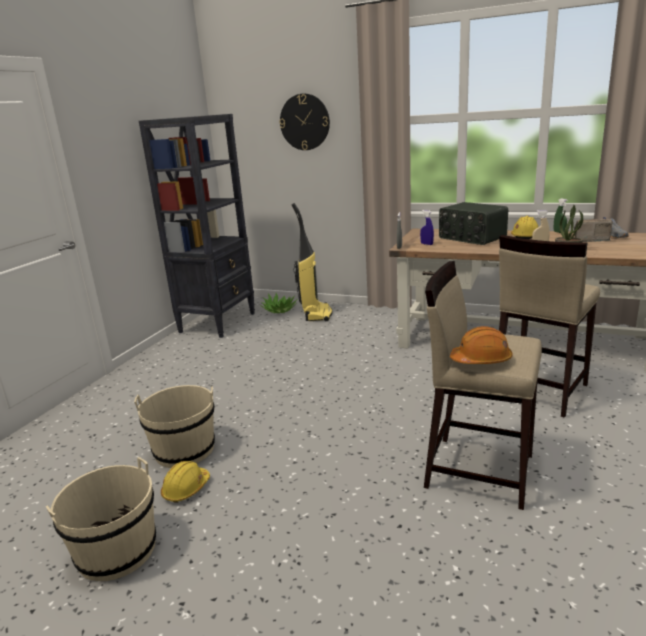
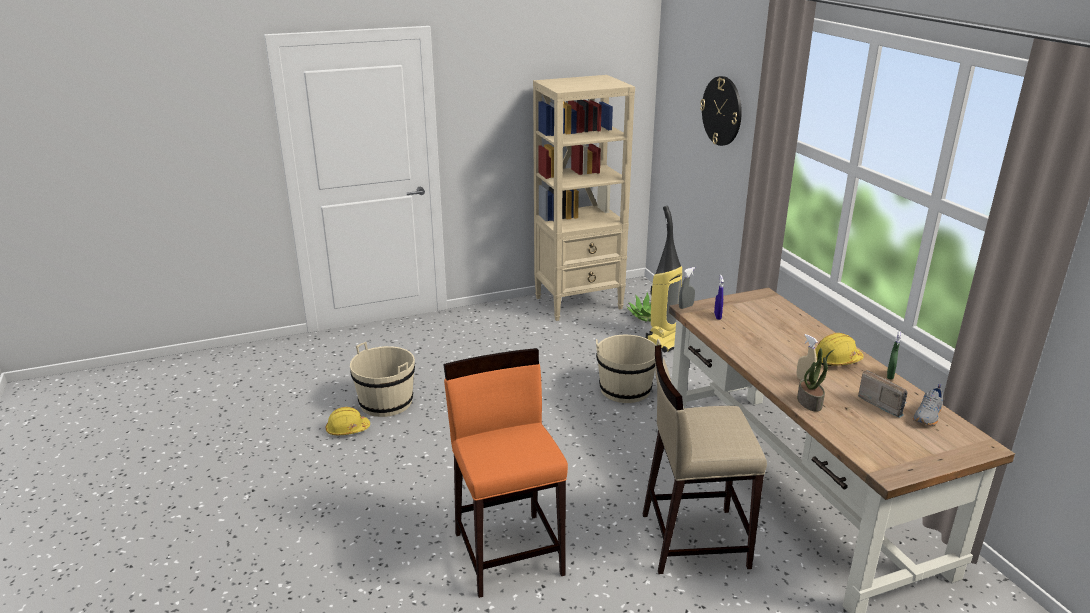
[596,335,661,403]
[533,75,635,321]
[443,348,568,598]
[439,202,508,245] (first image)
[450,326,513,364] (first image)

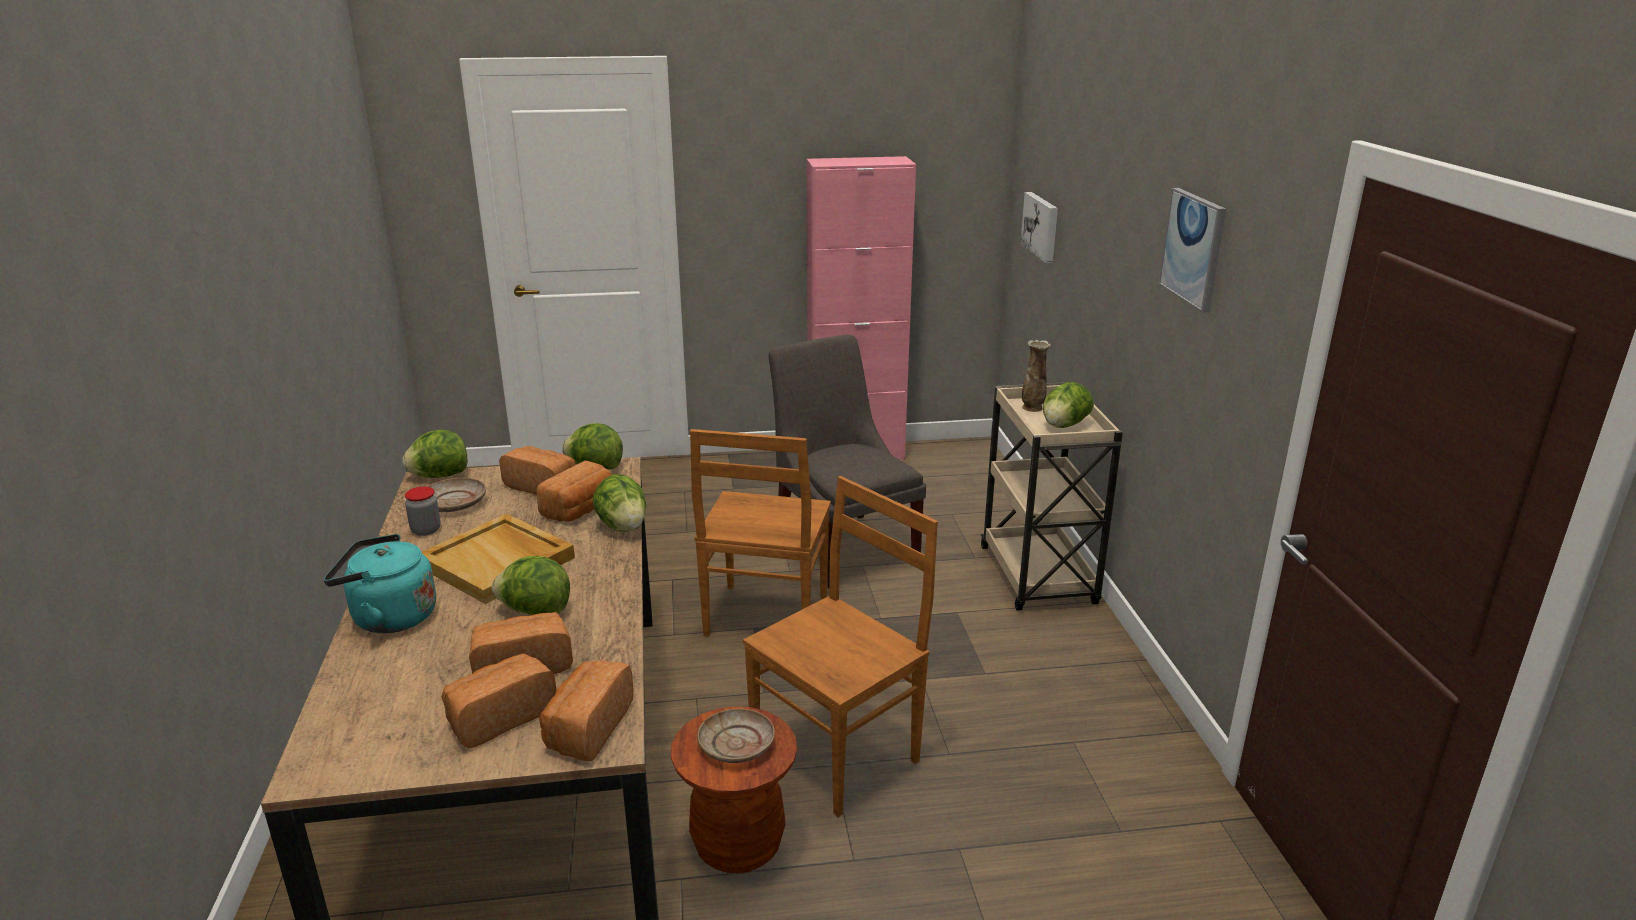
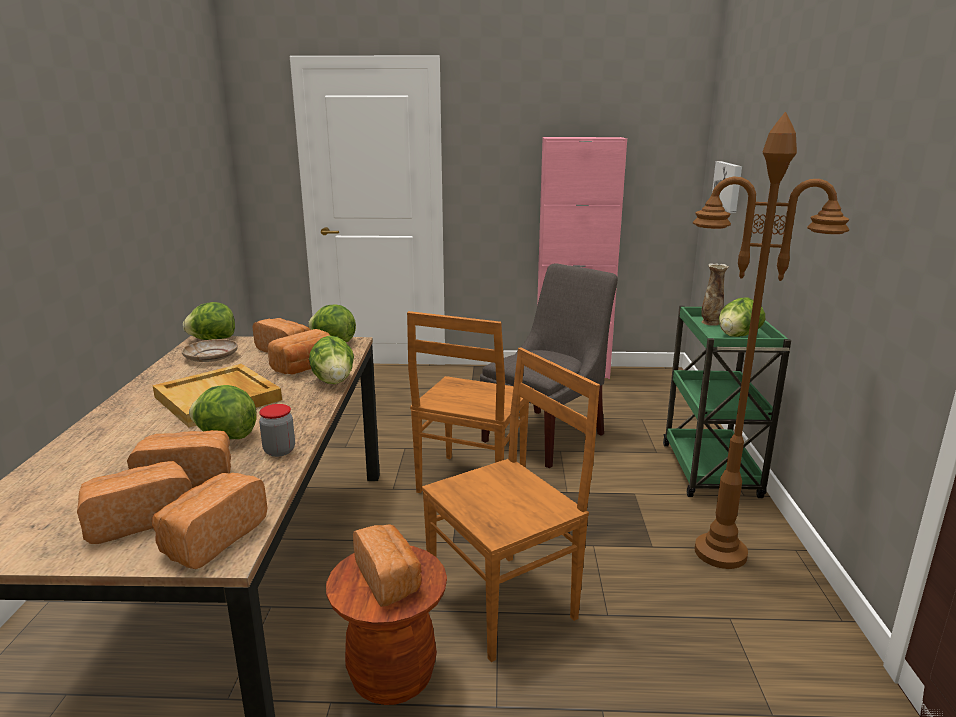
[324,534,436,633] (first image)
[259,404,295,457]
[353,524,421,607]
[480,263,618,468]
[663,306,791,498]
[1159,188,1226,312] (first image)
[693,112,849,569]

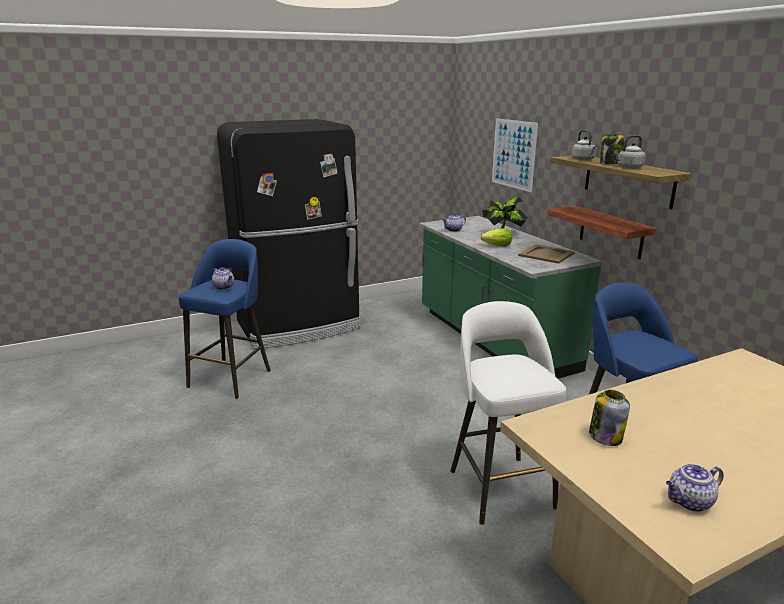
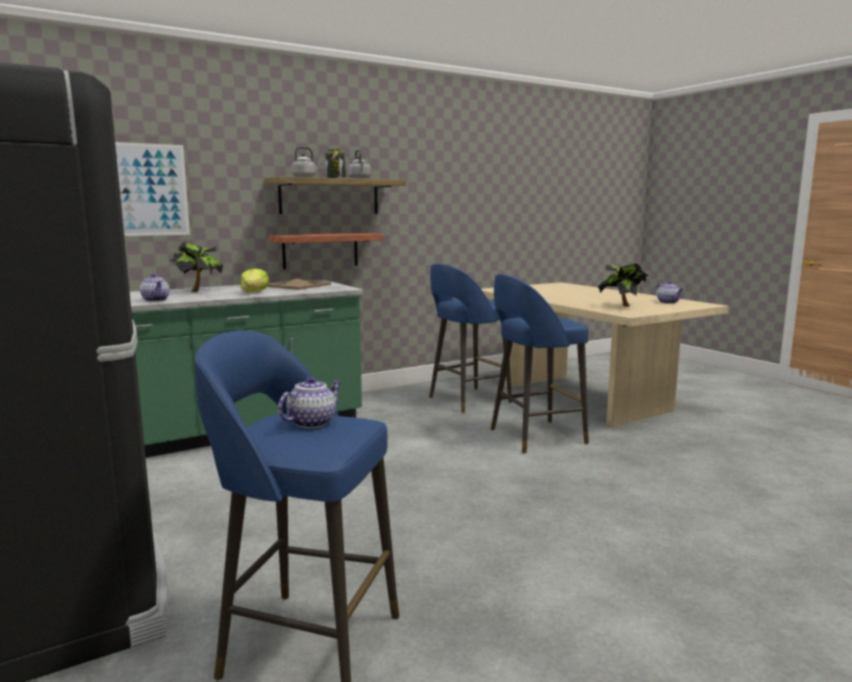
[491,274,589,454]
[598,263,649,307]

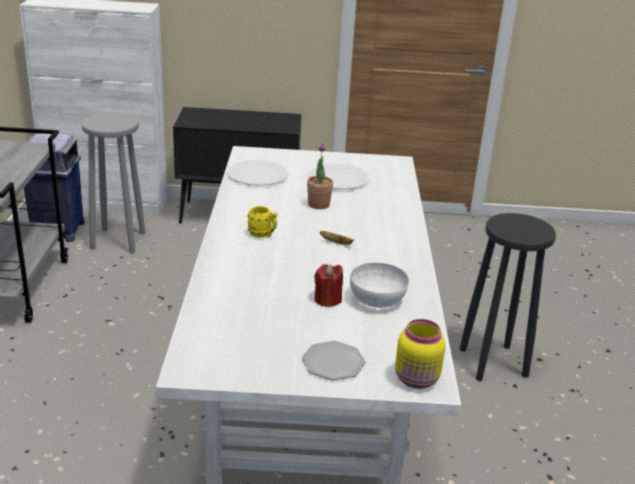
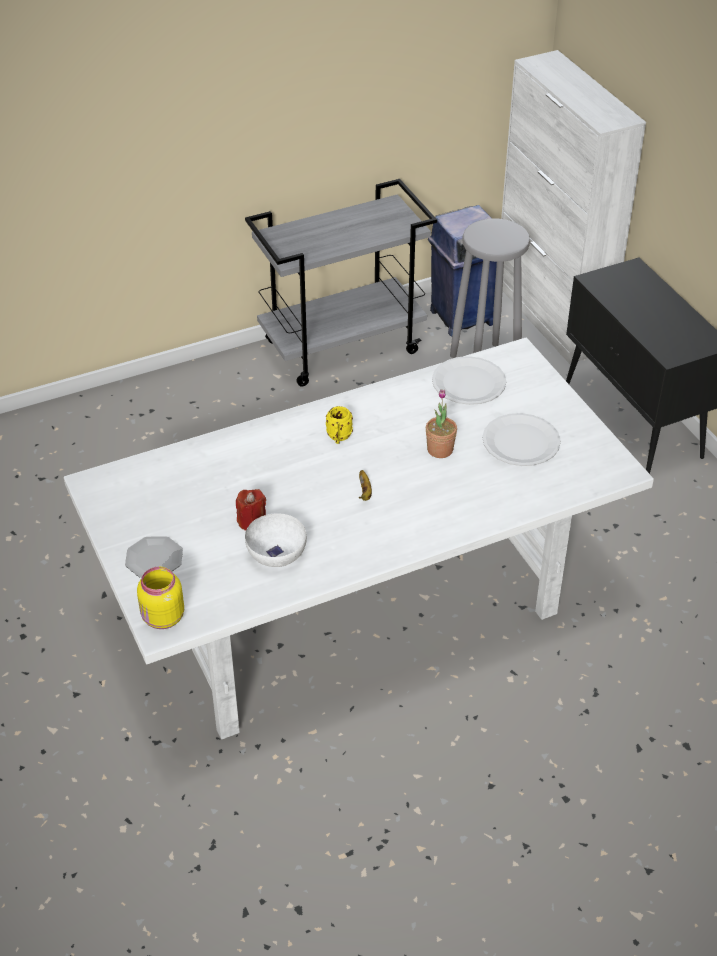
[460,213,556,381] (first image)

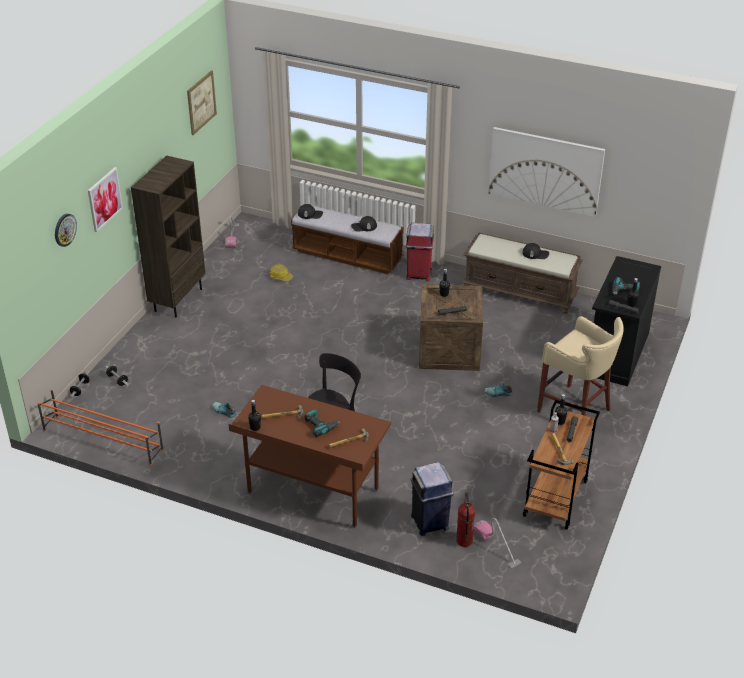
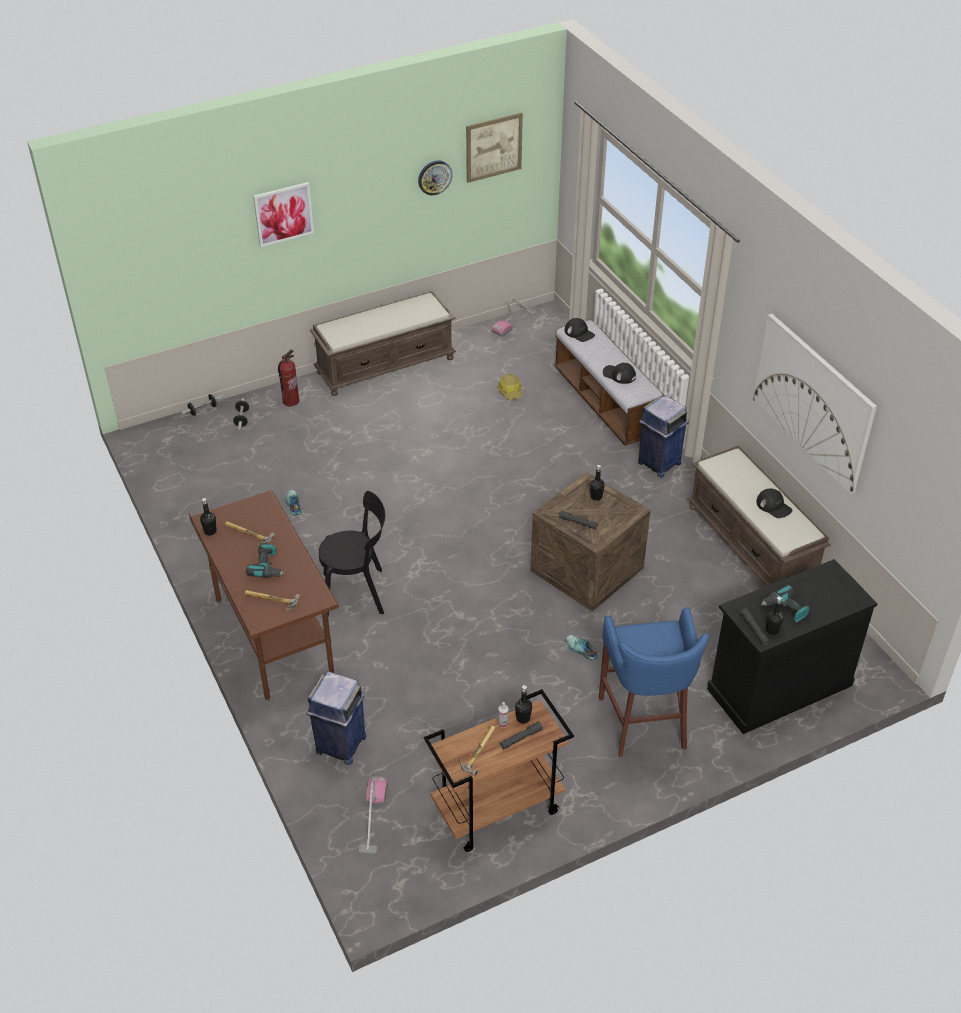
[37,389,164,466] (first image)
[418,160,453,195]
[310,291,456,396]
[638,395,689,478]
[278,349,299,407]
[599,608,709,757]

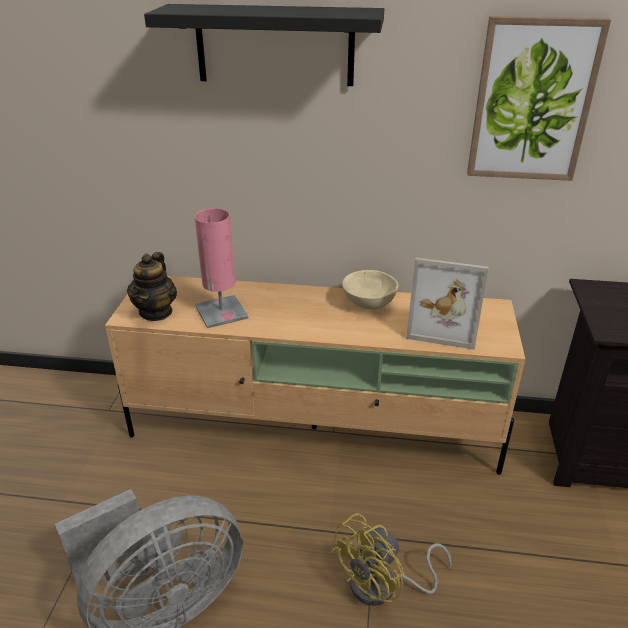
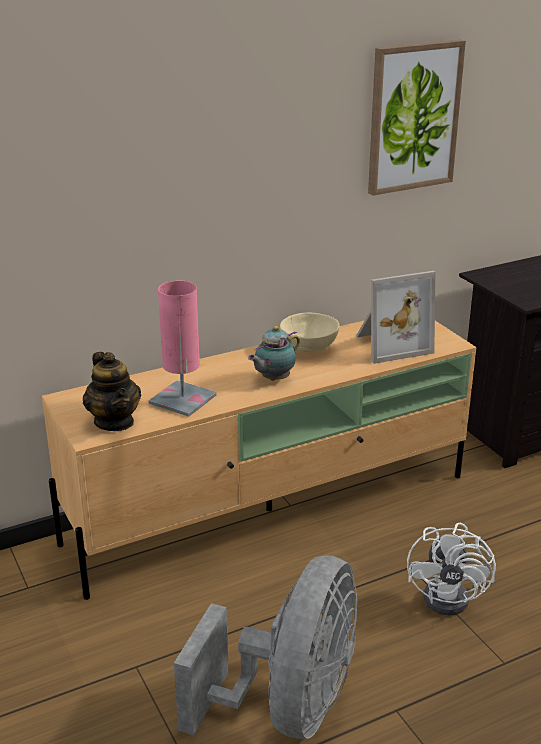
[144,4,384,86] (first image)
[407,523,496,615]
[248,326,300,381]

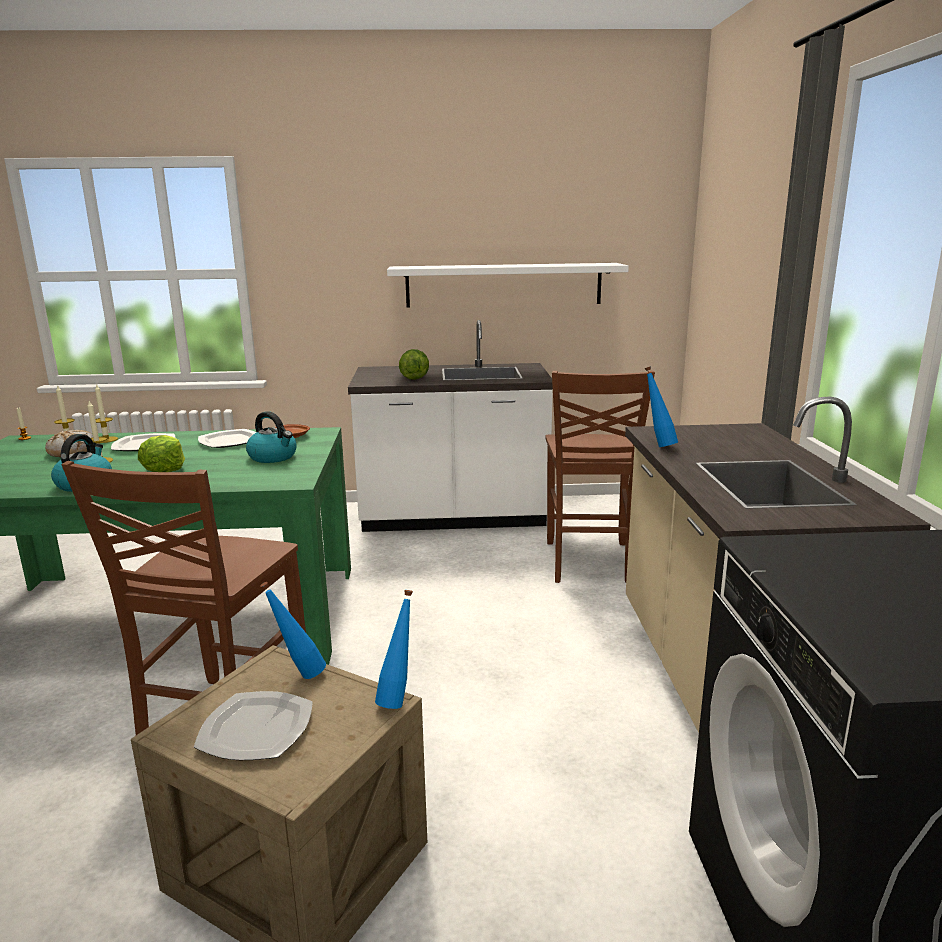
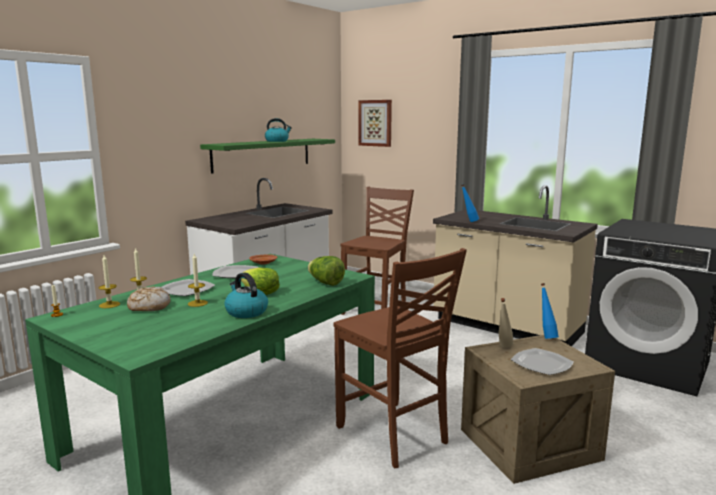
[265,118,292,142]
[499,298,513,348]
[200,139,335,174]
[308,256,345,286]
[340,186,414,315]
[358,100,392,147]

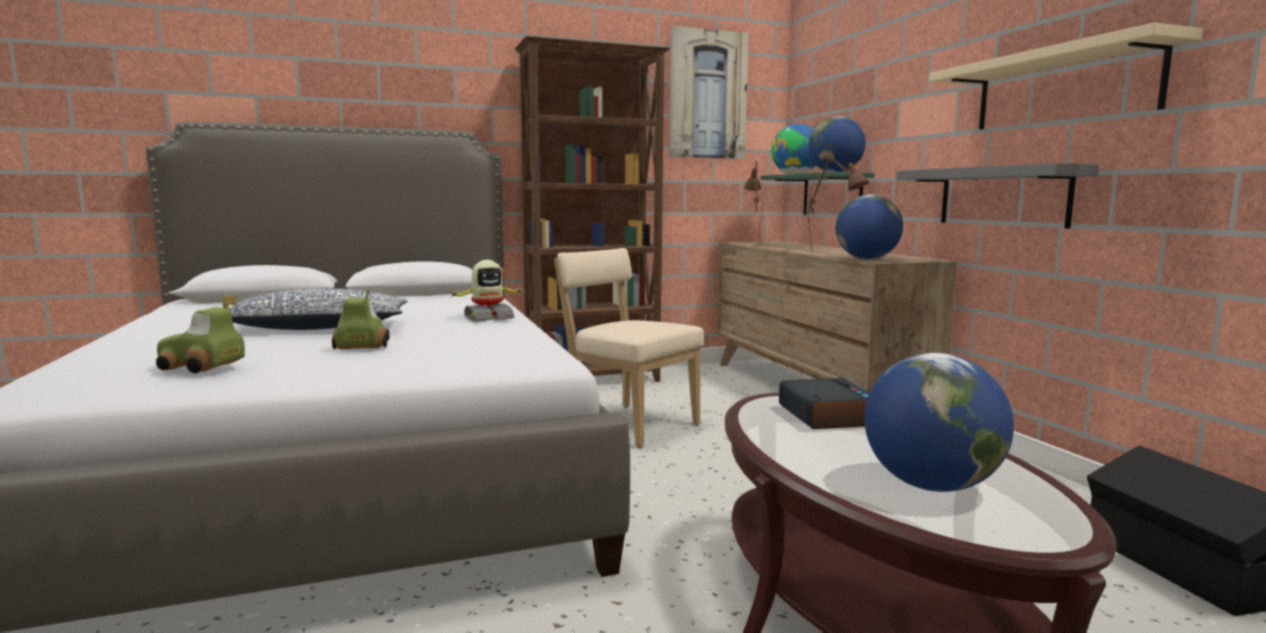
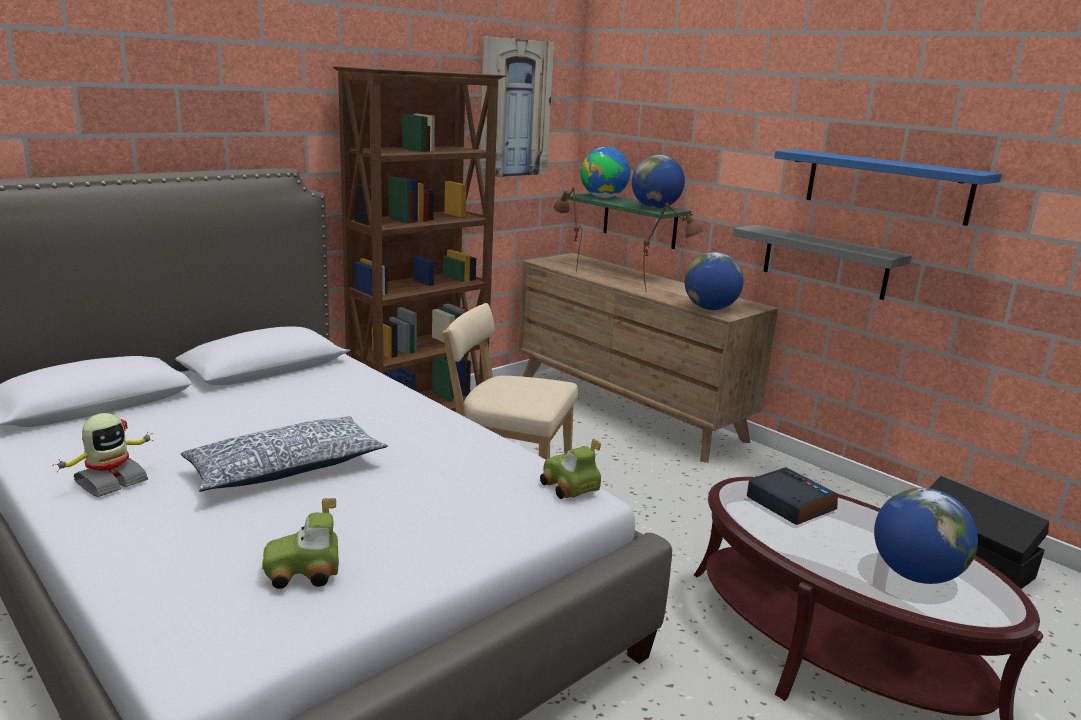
[540,439,601,499]
[53,413,154,497]
[775,150,1002,226]

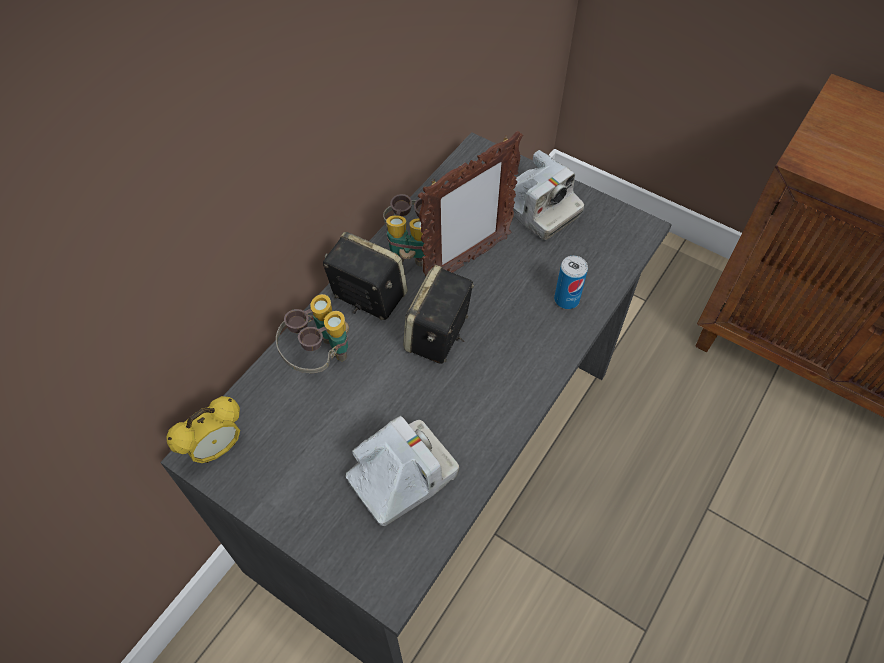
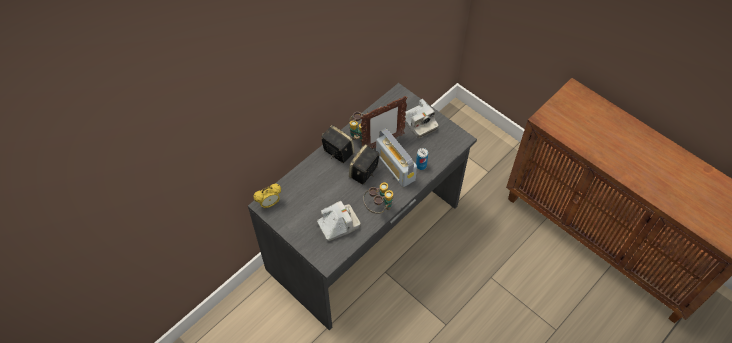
[363,182,393,214]
[376,128,417,187]

